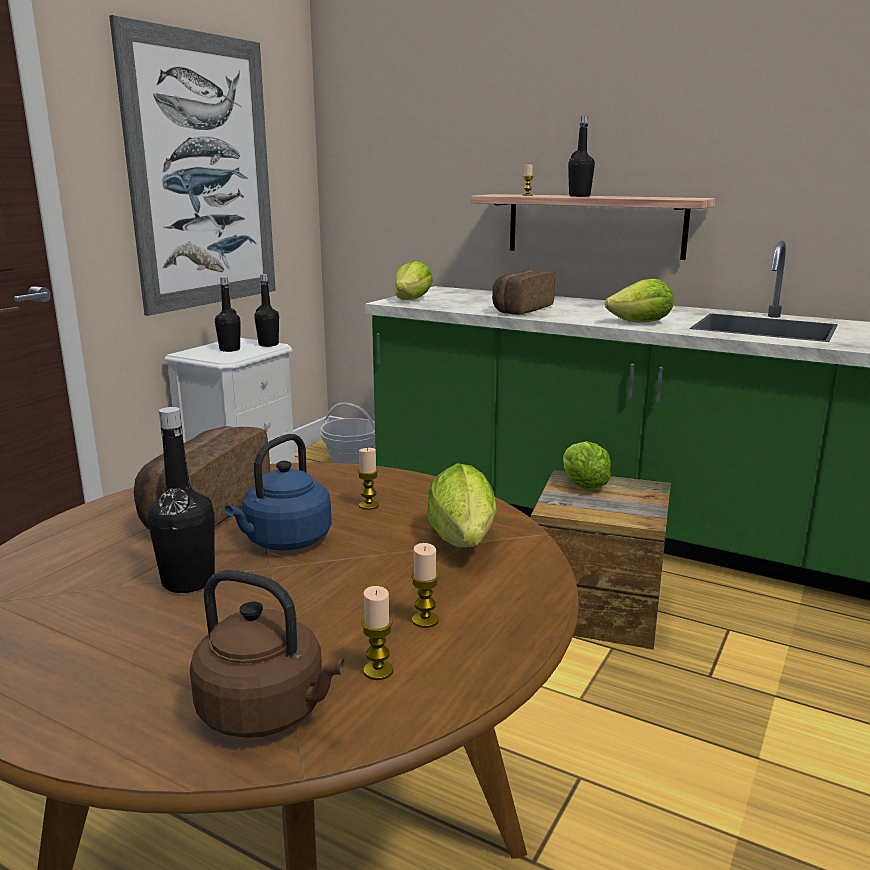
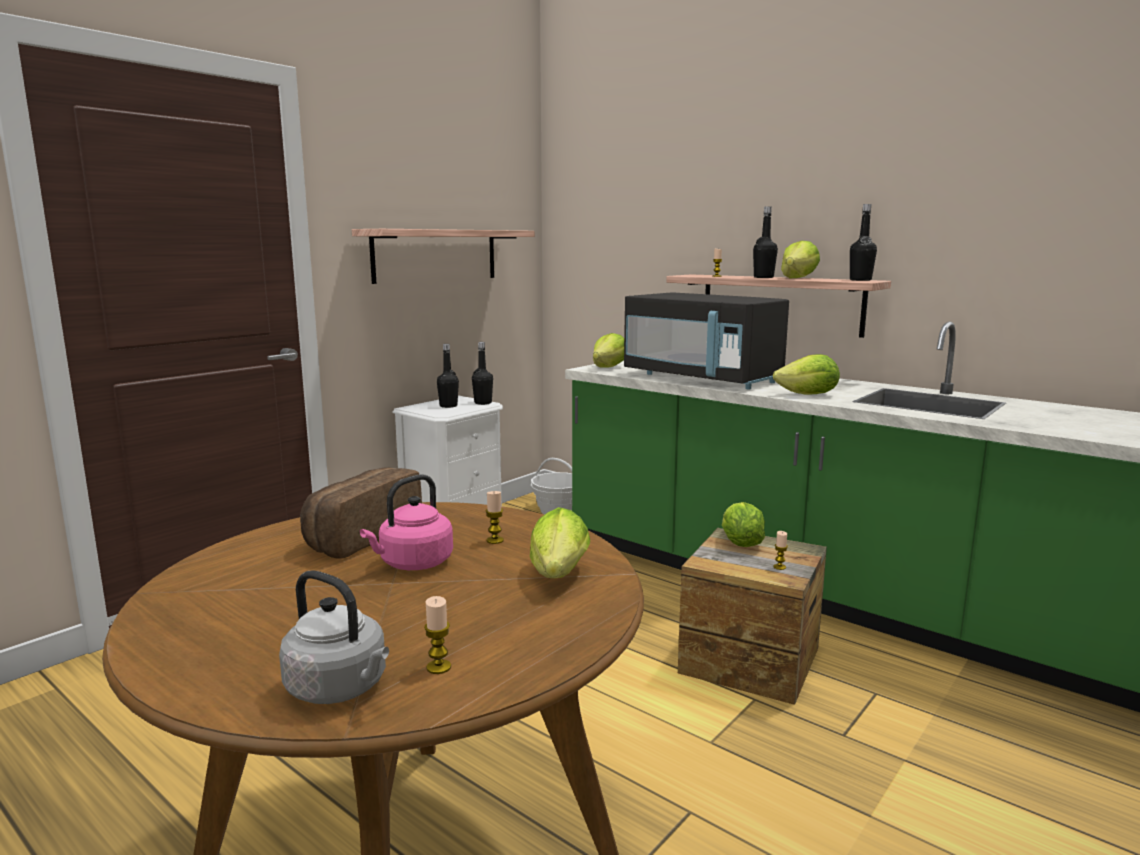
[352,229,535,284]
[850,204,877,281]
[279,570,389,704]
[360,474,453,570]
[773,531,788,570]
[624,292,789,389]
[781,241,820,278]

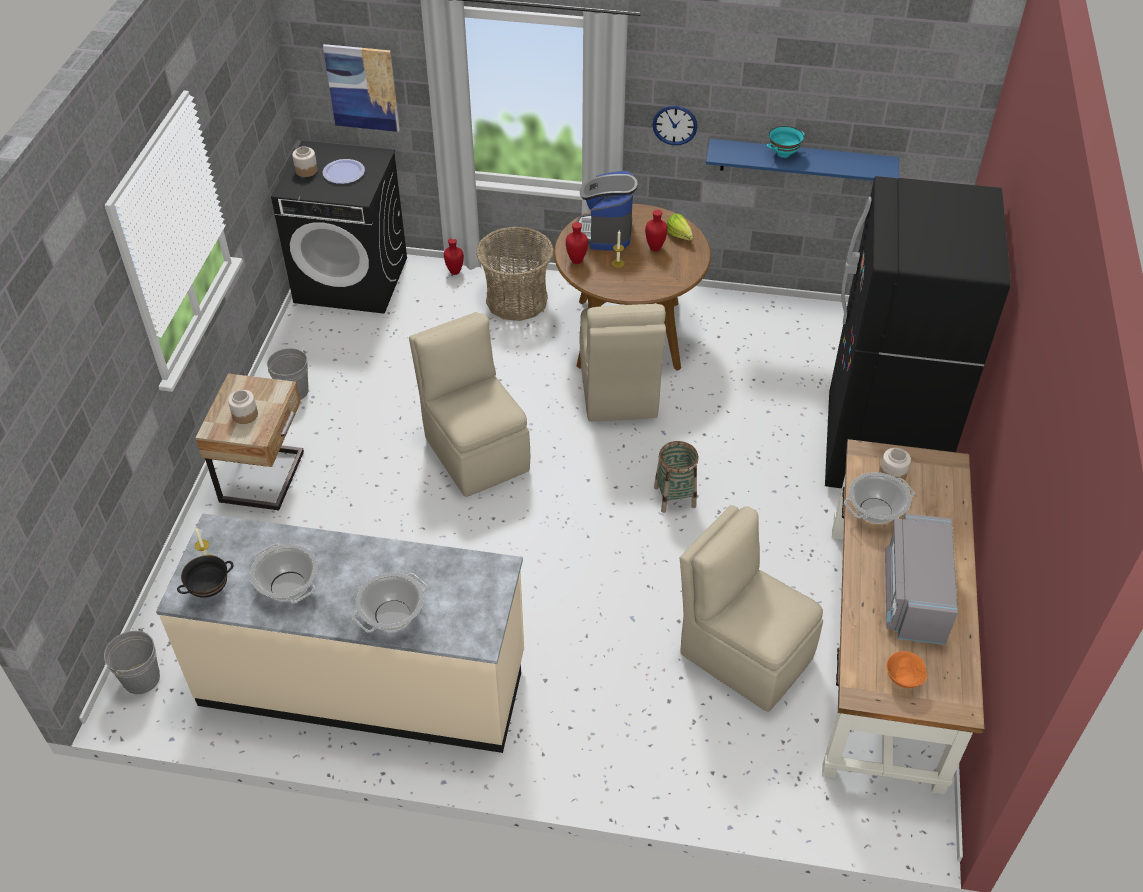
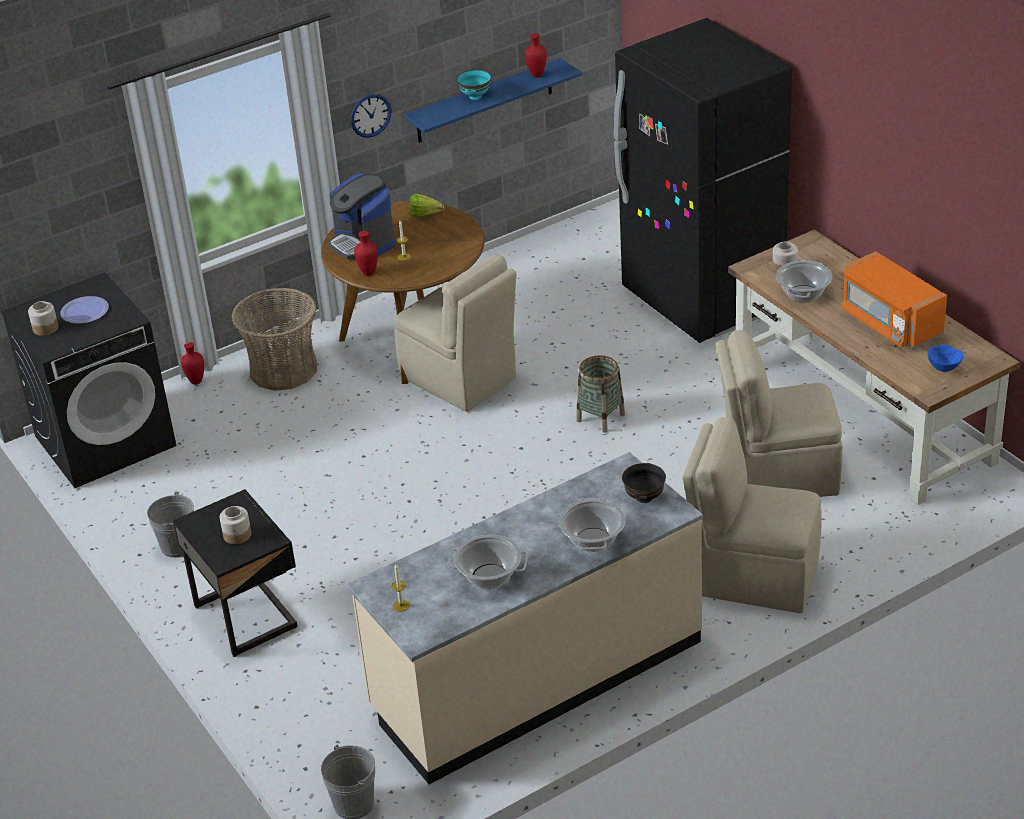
[622,463,666,503]
[173,489,298,657]
[323,44,400,132] (first image)
[682,417,822,613]
[525,33,547,78]
[841,251,947,349]
[927,344,964,372]

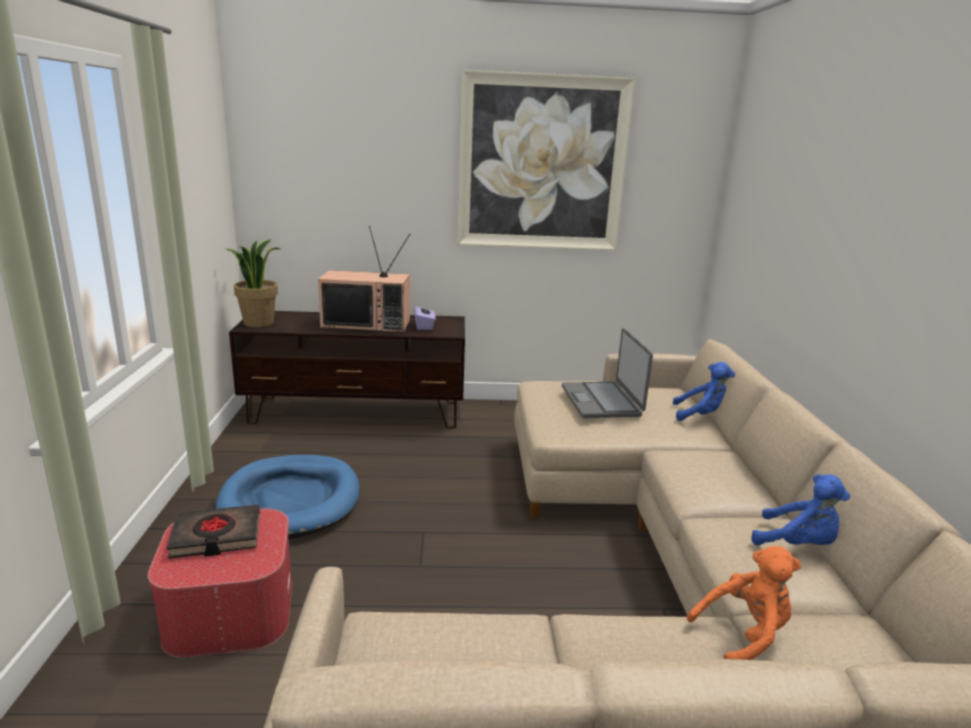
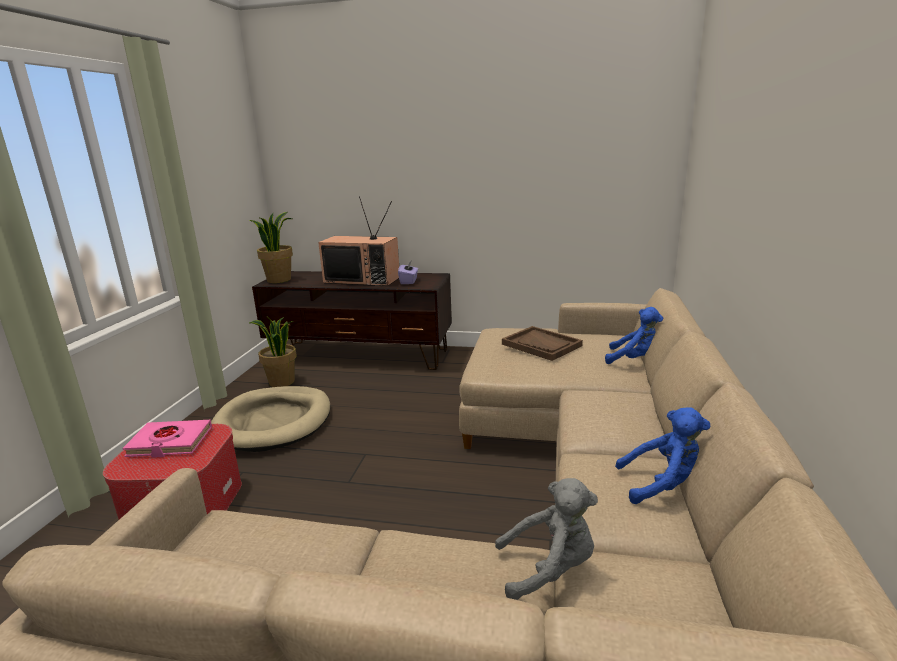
[122,420,212,458]
[211,386,331,452]
[457,69,635,251] (first image)
[502,326,583,361]
[495,478,598,600]
[615,407,710,504]
[249,316,297,387]

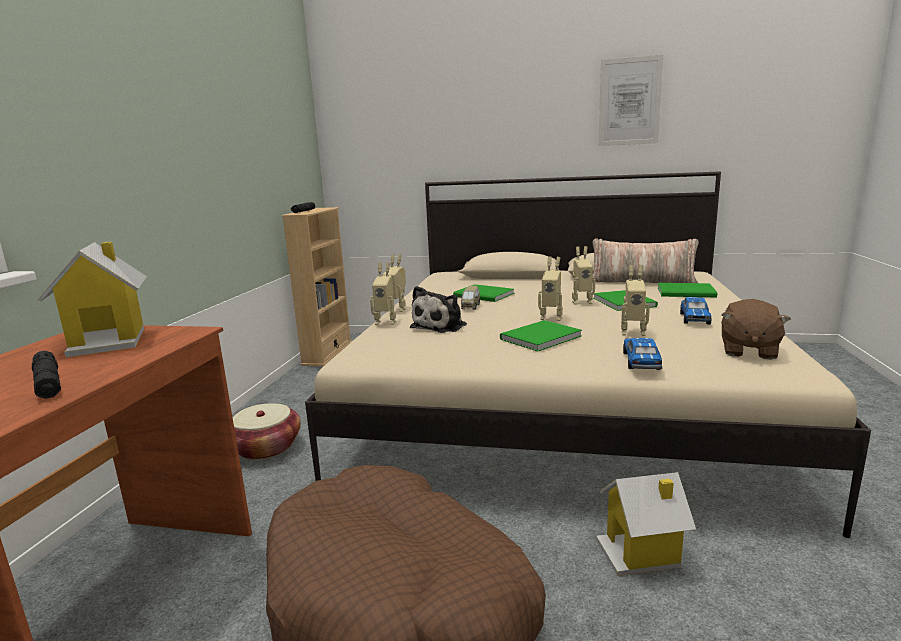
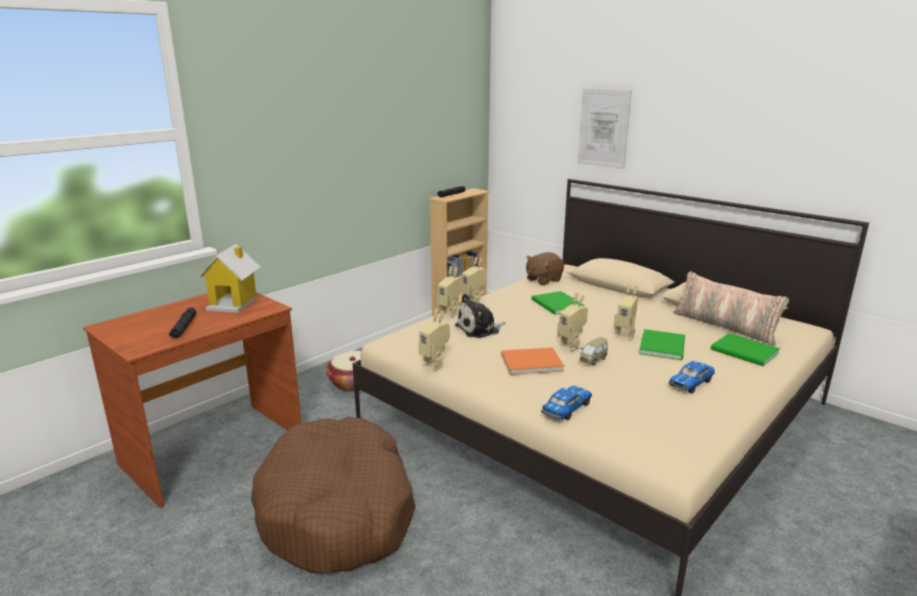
[579,337,608,365]
[501,348,564,375]
[596,472,696,576] (first image)
[578,89,632,169]
[418,309,450,371]
[526,252,564,285]

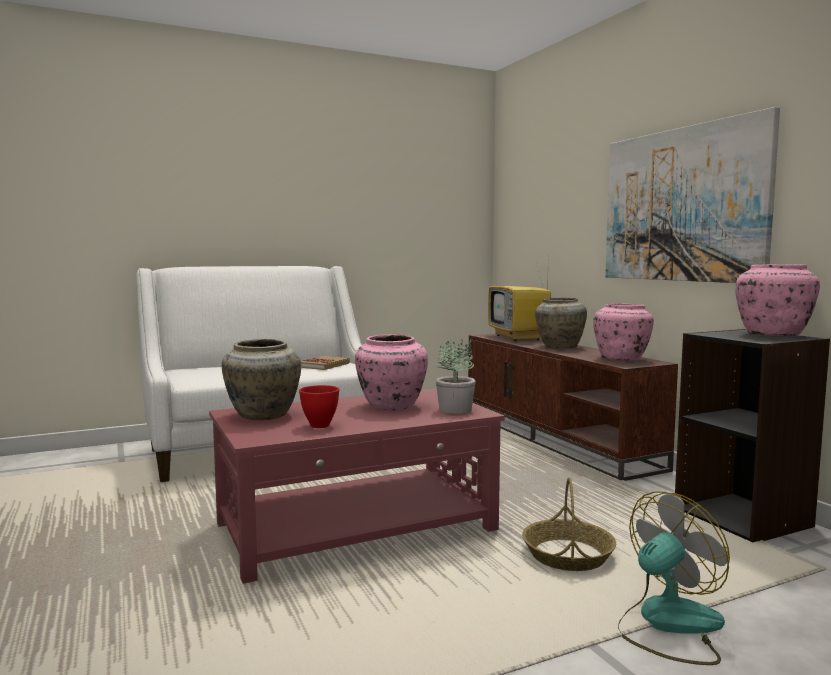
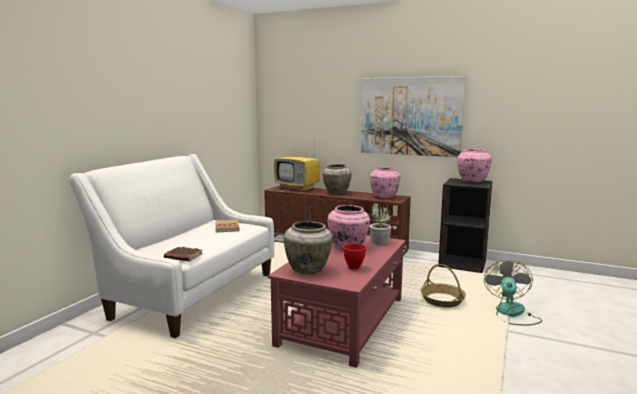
[164,247,202,261]

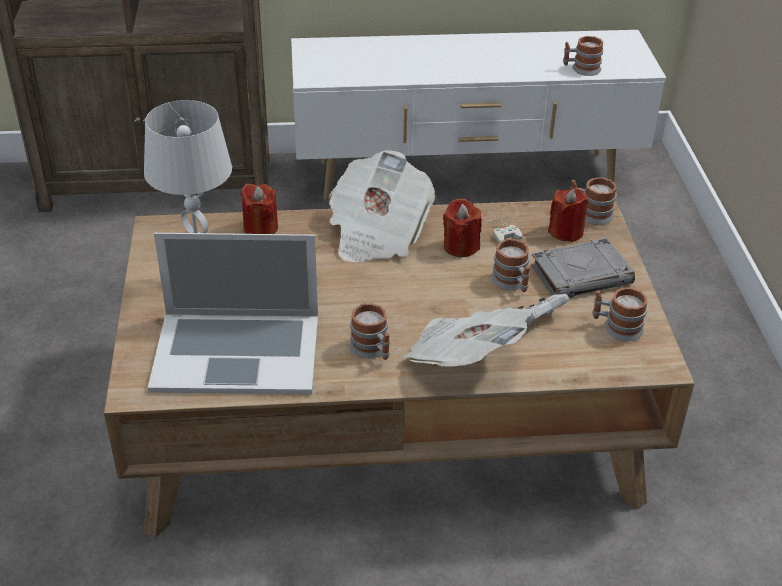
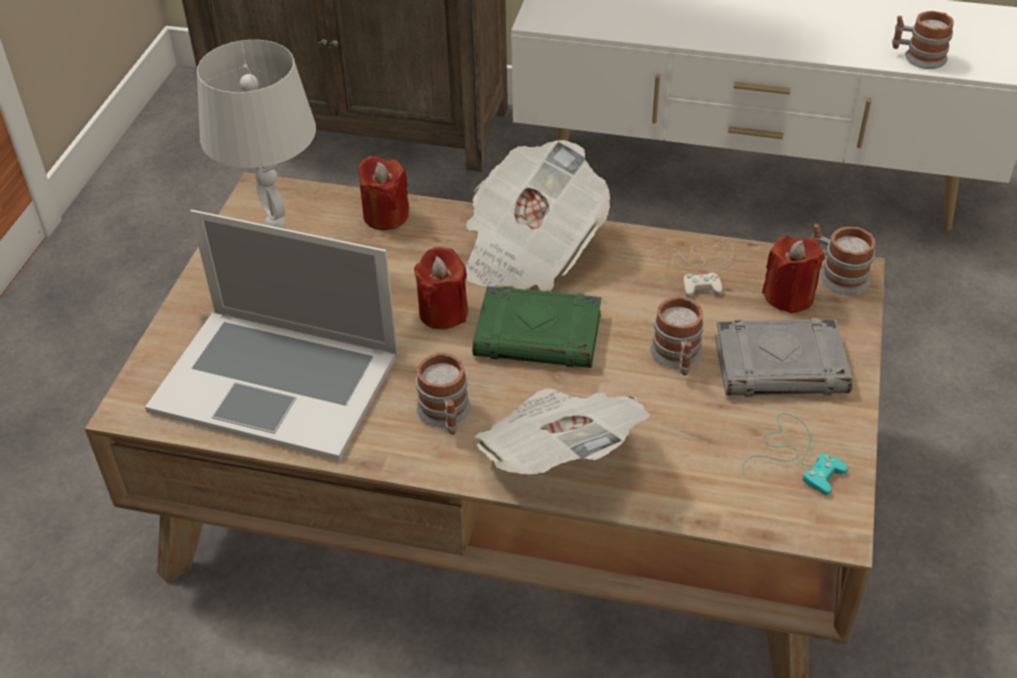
[414,247,468,329]
[518,294,569,325] (first image)
[742,414,848,495]
[472,286,601,368]

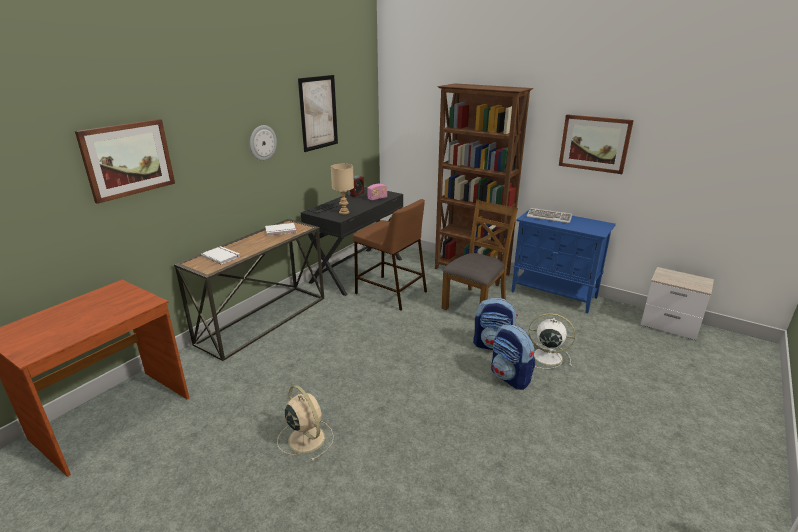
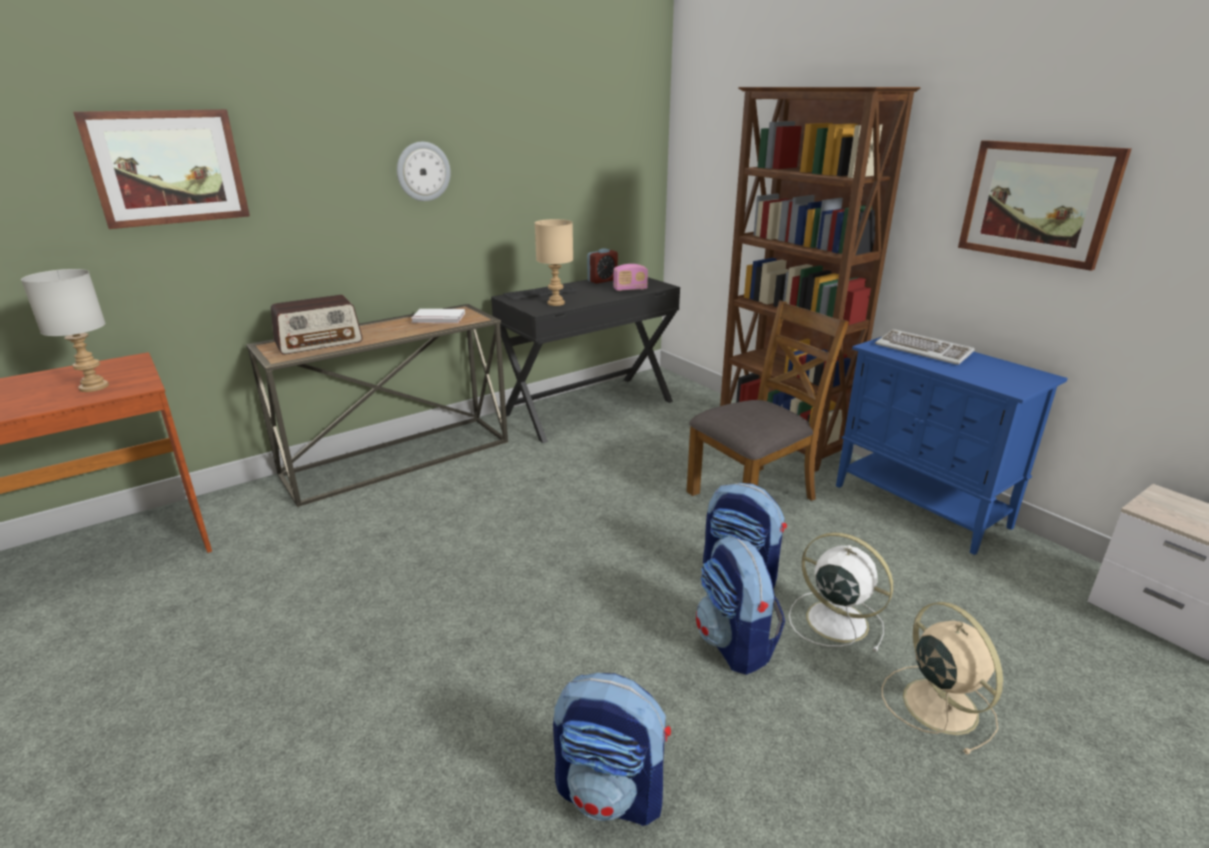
[271,295,363,355]
[882,602,1003,755]
[298,75,338,152] (first image)
[353,199,427,311] (first image)
[21,269,109,392]
[553,673,671,826]

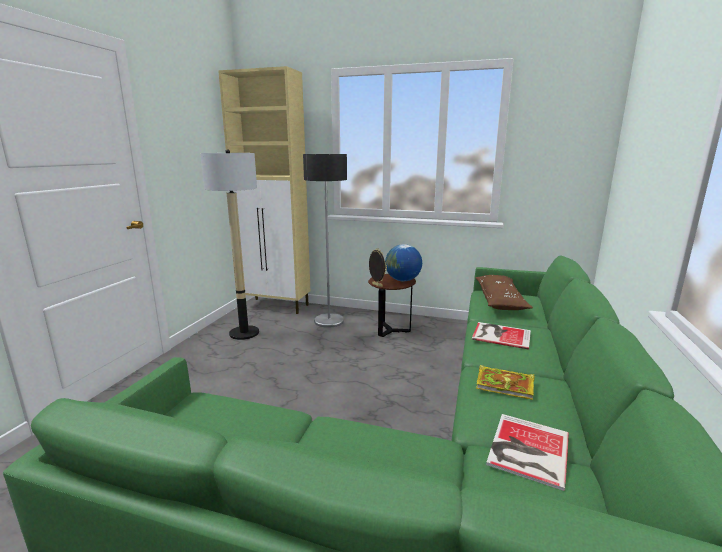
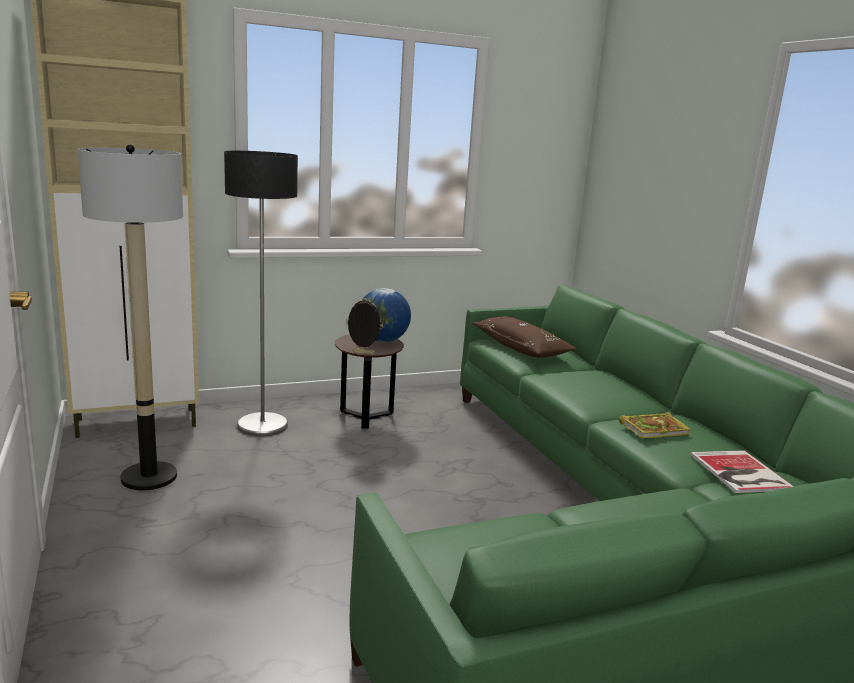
[472,322,531,350] (first image)

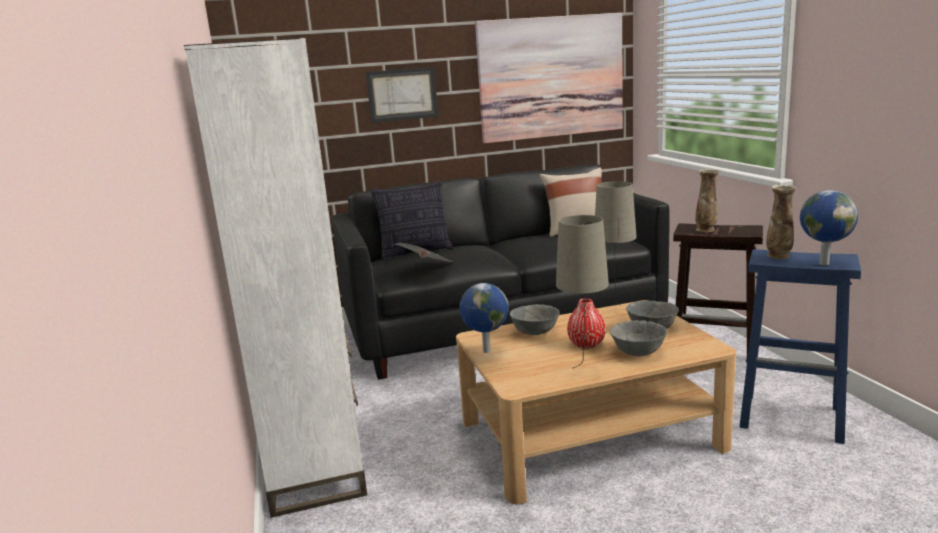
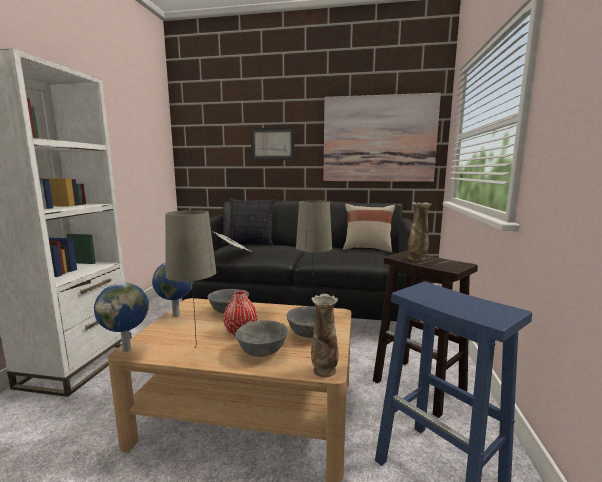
[311,294,339,378]
[94,282,149,352]

